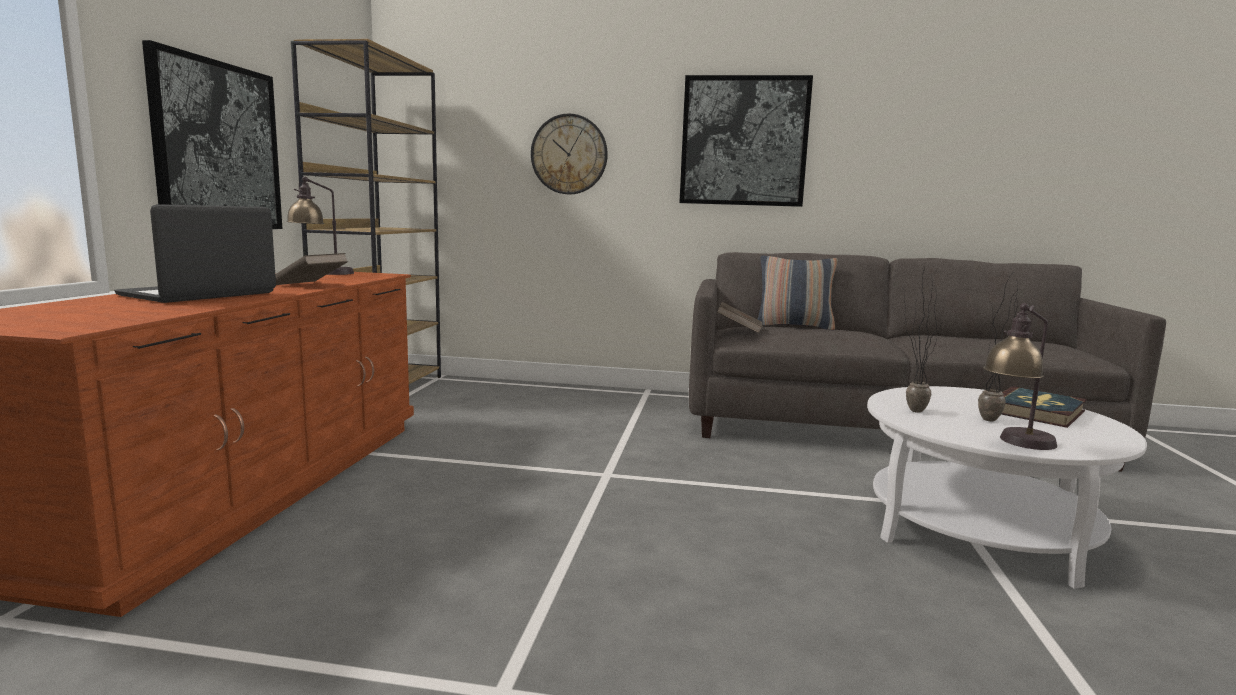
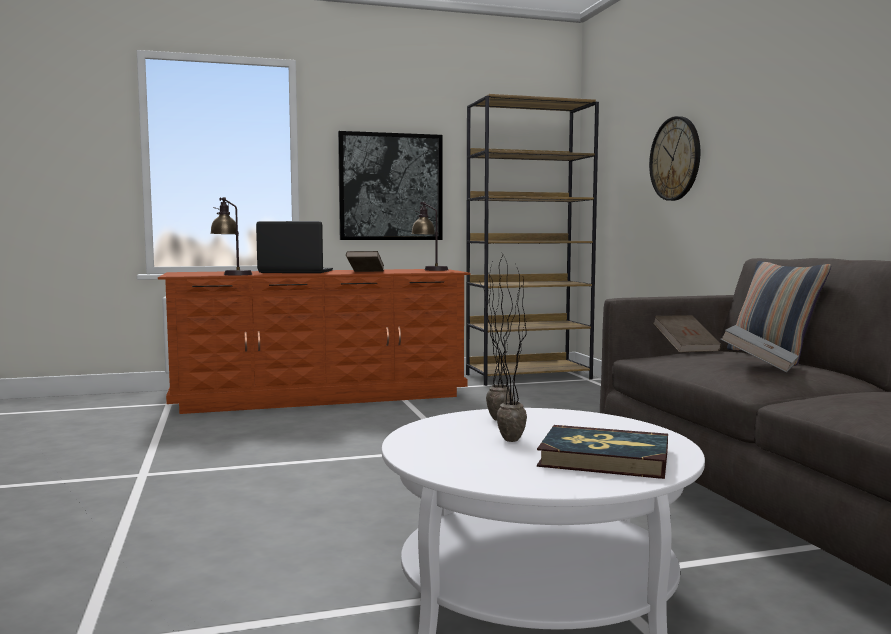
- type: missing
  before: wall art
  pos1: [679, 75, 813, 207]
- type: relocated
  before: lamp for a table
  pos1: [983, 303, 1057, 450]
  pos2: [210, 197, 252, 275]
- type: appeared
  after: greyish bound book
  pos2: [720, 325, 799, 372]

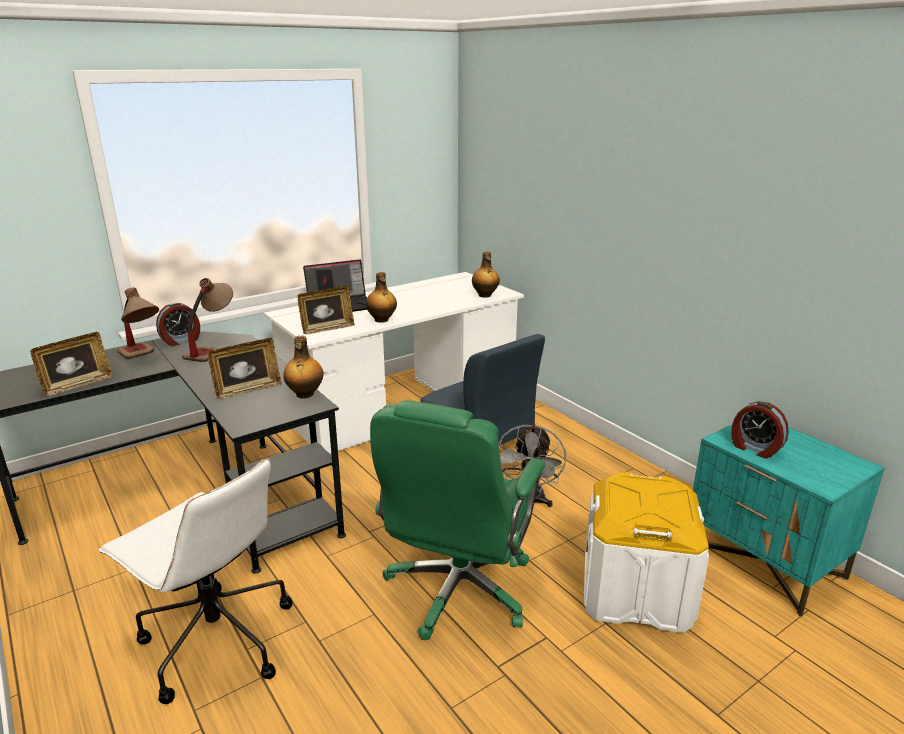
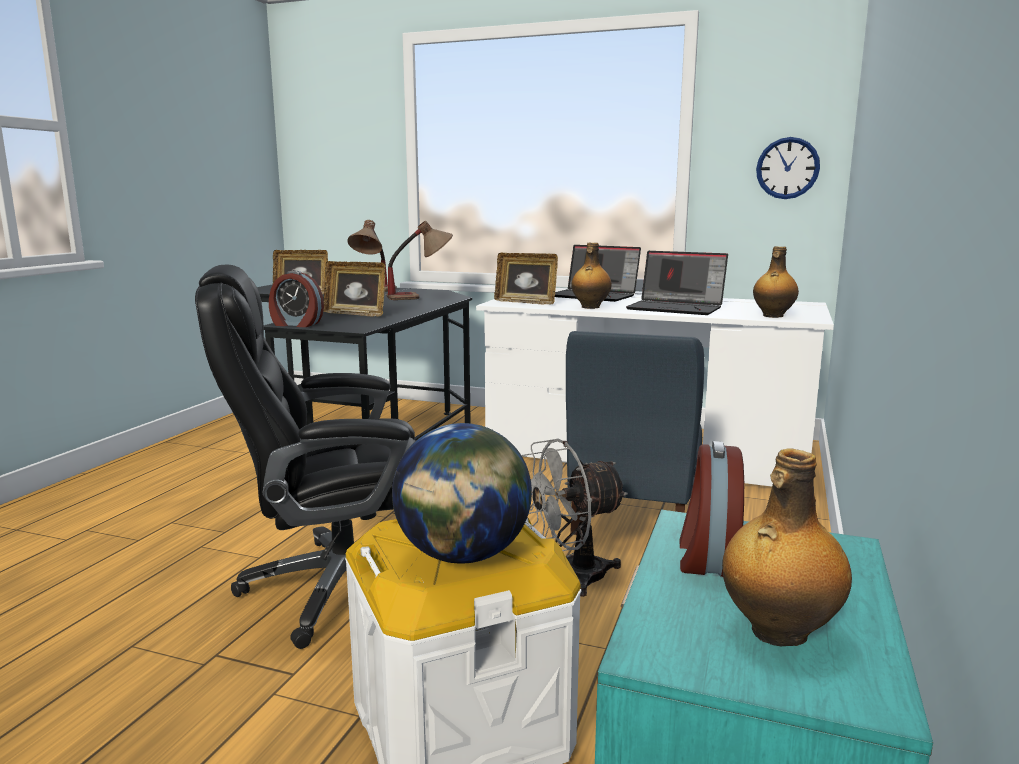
- type: missing
  before: white desk chair
  pos1: [99, 457, 293, 704]
- type: relocated
  before: table clock
  pos1: [156, 302, 200, 346]
  pos2: [269, 271, 324, 327]
- type: relocated
  before: drink bottle
  pos1: [283, 336, 323, 399]
  pos2: [722, 448, 852, 646]
- type: colour
  before: green-coloured desk chair
  after: black-coloured desk chair
  pos1: [370, 400, 545, 640]
  pos2: [195, 264, 416, 649]
- type: appeared
  after: world globe
  pos2: [392, 423, 532, 564]
- type: appeared
  after: notebook computer
  pos2: [626, 251, 728, 315]
- type: appeared
  after: hanging clock
  pos2: [756, 137, 820, 199]

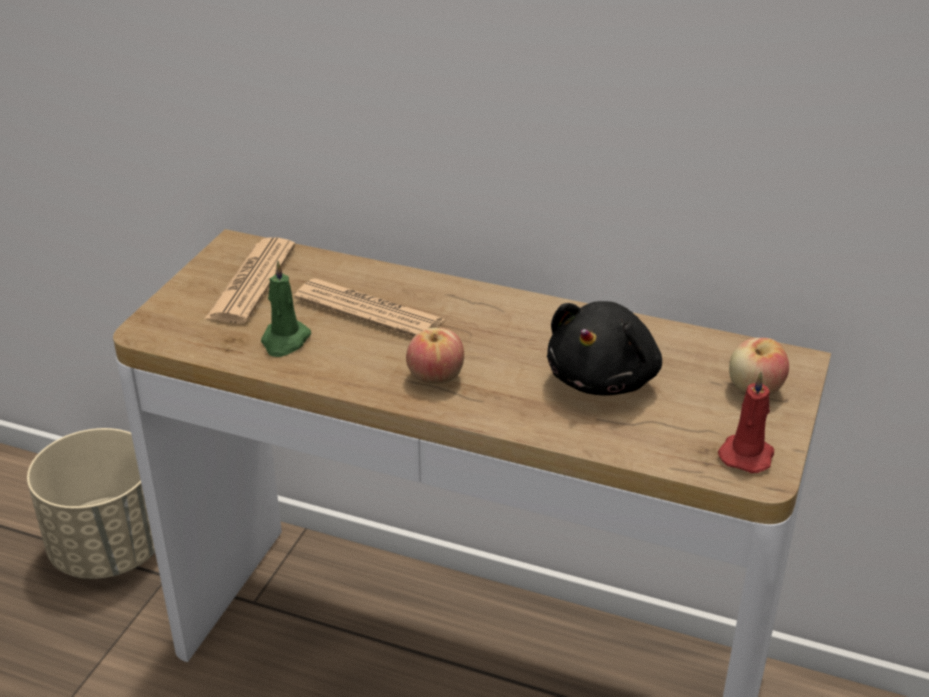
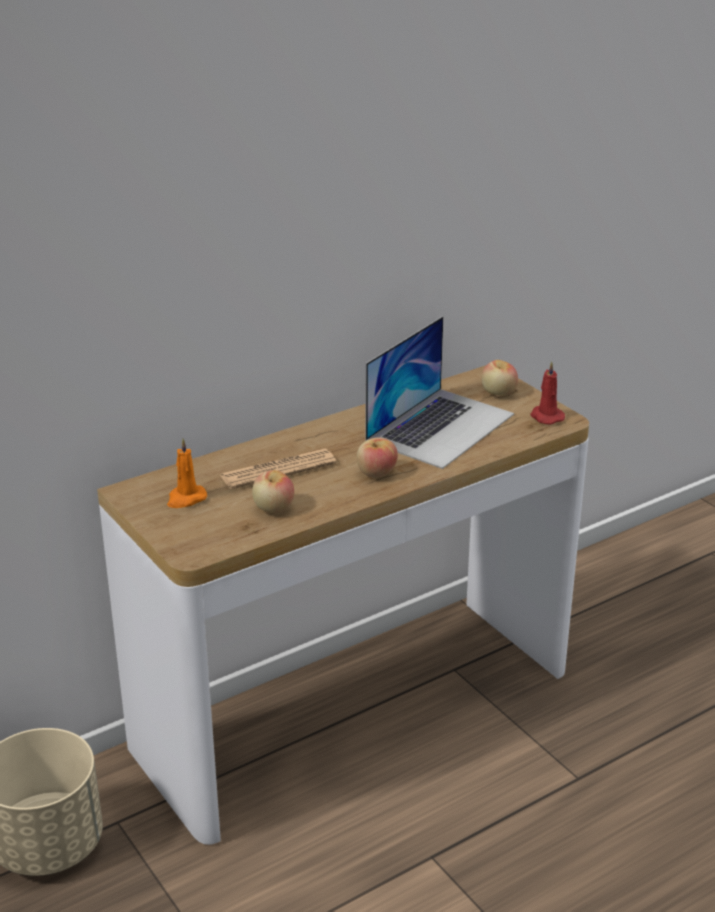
- type: exchanged
  before: printed paper
  after: orange-coloured wax candle
  pos1: [205, 237, 296, 324]
  pos2: [167, 438, 207, 508]
- type: exchanged
  before: green-coloured wax candle
  after: apple
  pos1: [261, 261, 311, 357]
  pos2: [252, 470, 294, 513]
- type: exchanged
  before: black-coloured cuddly toy
  after: notebook computer
  pos1: [547, 301, 662, 395]
  pos2: [365, 316, 514, 469]

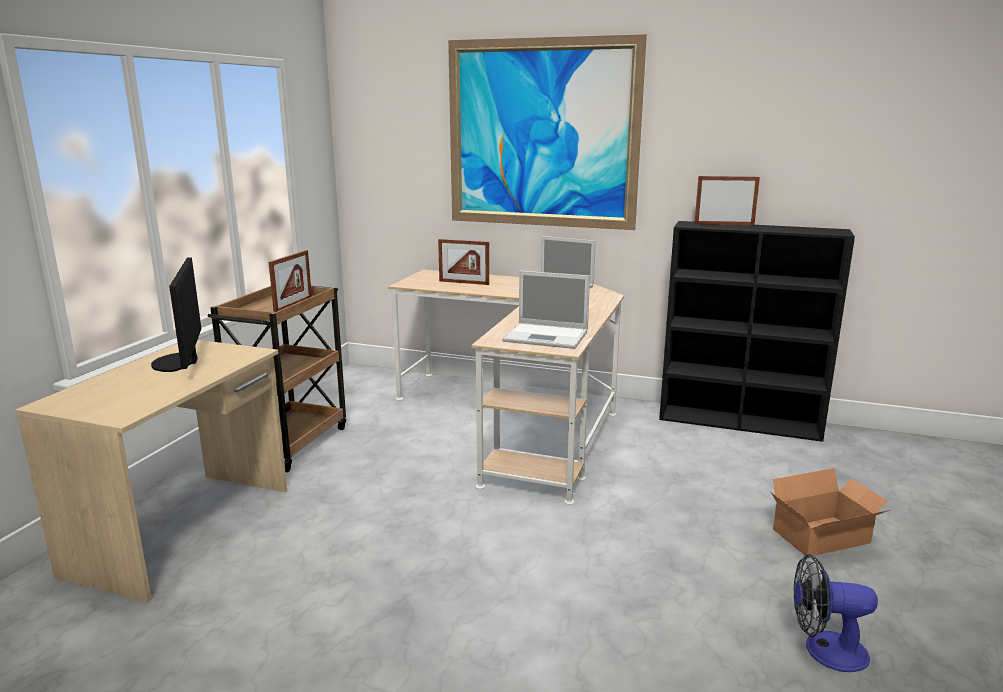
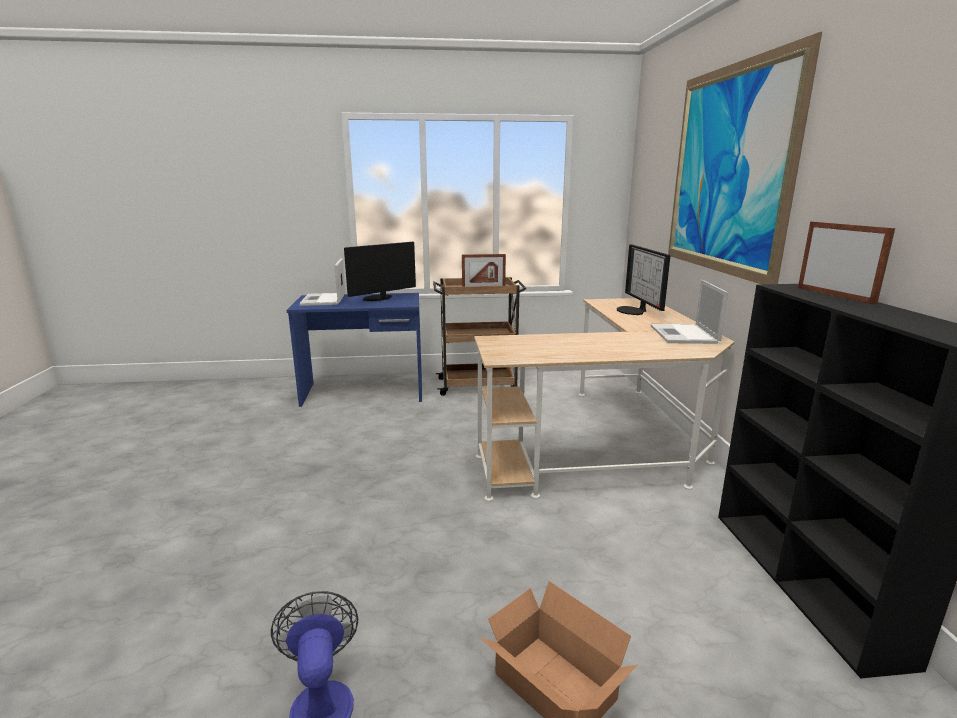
- type: colour
  before: beige-coloured desk table
  after: blue desk table
  pos1: [15, 340, 287, 603]
  pos2: [287, 293, 422, 407]
- type: exchanged
  before: photo frame
  after: monitor
  pos1: [438, 239, 489, 285]
  pos2: [617, 244, 670, 315]
- type: relocated
  before: notebook computer
  pos1: [502, 271, 590, 349]
  pos2: [299, 258, 345, 306]

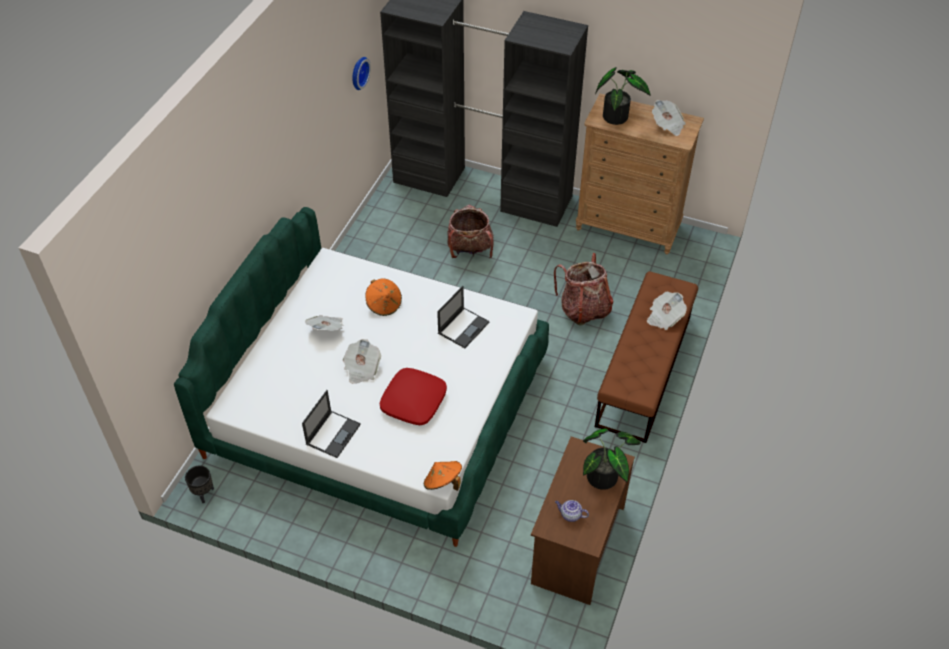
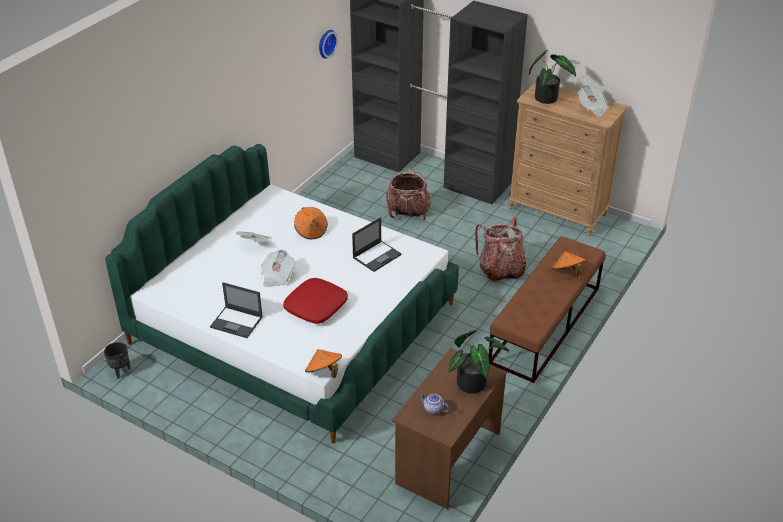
- type: spun
  before: notebook computer
  pos1: [302, 390, 361, 458]
  pos2: [210, 282, 263, 338]
  turn: 75
- type: exchanged
  before: printed paper
  after: orange-coloured clothing hat
  pos1: [647, 292, 687, 330]
  pos2: [551, 251, 585, 277]

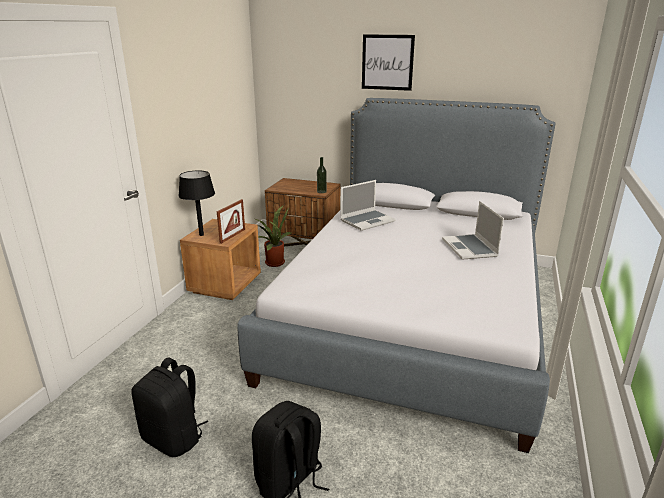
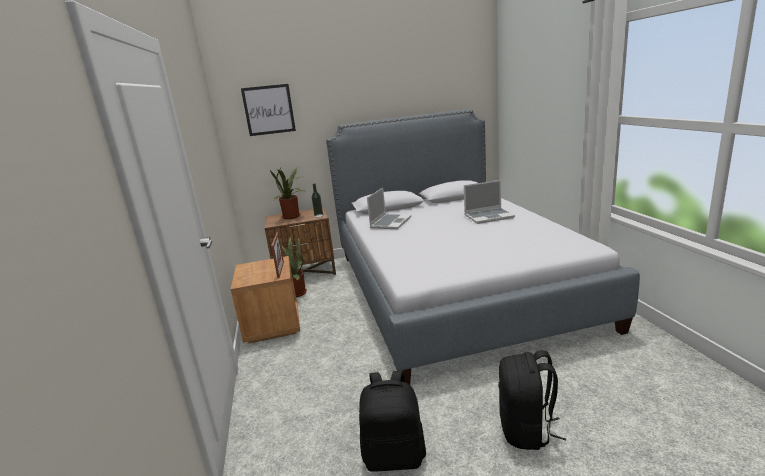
- type: missing
  before: black-coloured lamp for a table
  pos1: [178, 170, 215, 236]
- type: relocated
  before: wall art
  pos1: [362, 34, 415, 91]
  pos2: [241, 84, 296, 136]
- type: spun
  before: notebook computer
  pos1: [442, 201, 504, 260]
  pos2: [464, 180, 515, 224]
  turn: -60
- type: appeared
  after: potted plant
  pos2: [270, 168, 304, 219]

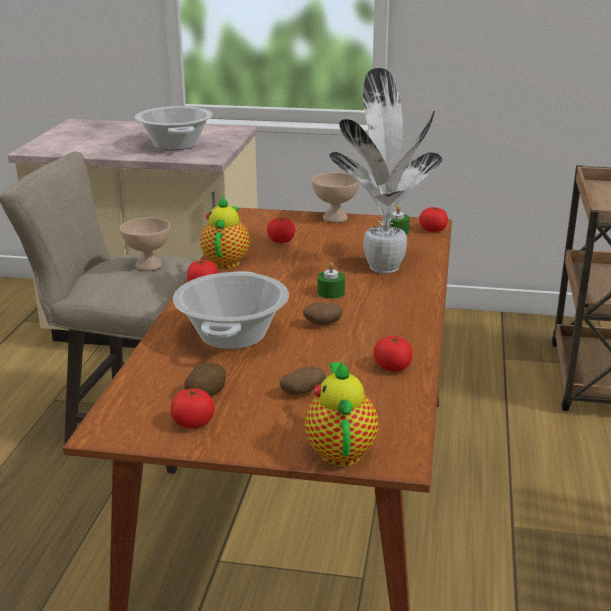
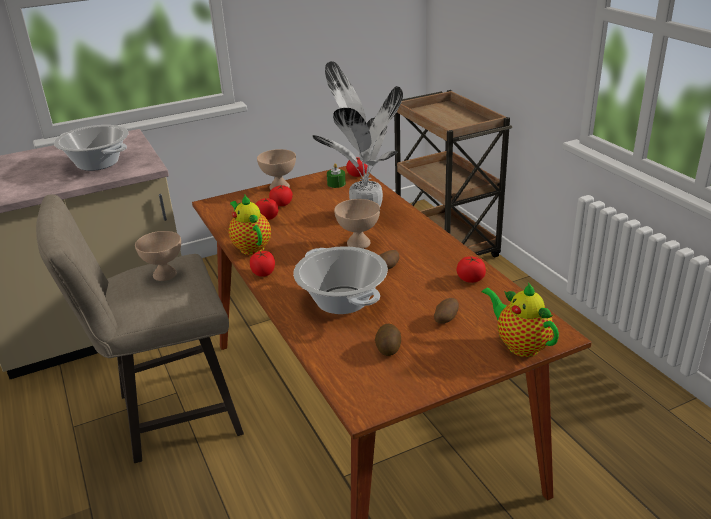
- type: relocated
  before: fresh tomato
  pos1: [170, 389, 215, 429]
  pos2: [269, 185, 293, 206]
- type: exchanged
  before: green-coloured wax candle
  after: beige-coloured bowl
  pos1: [317, 262, 345, 299]
  pos2: [334, 199, 380, 249]

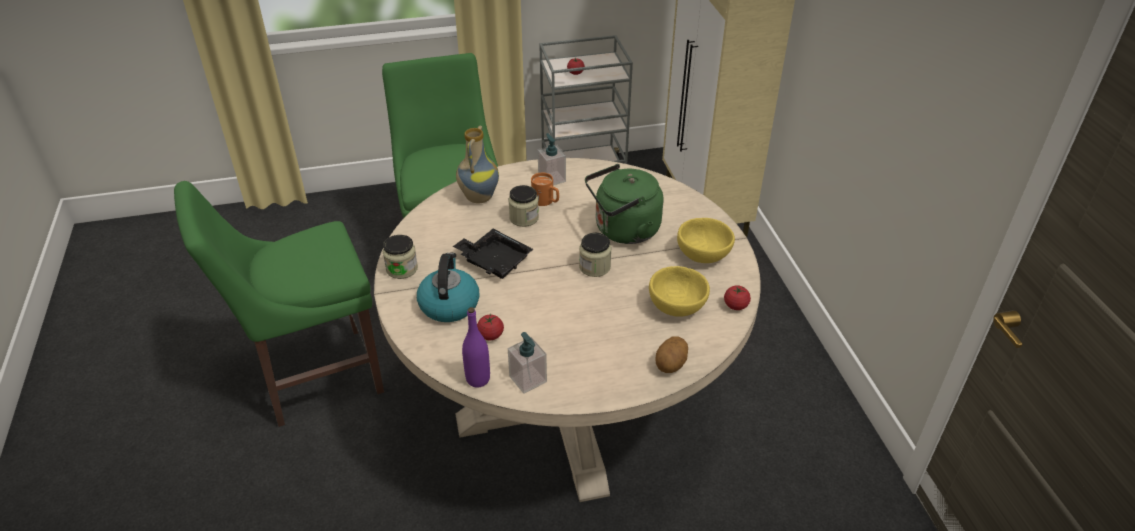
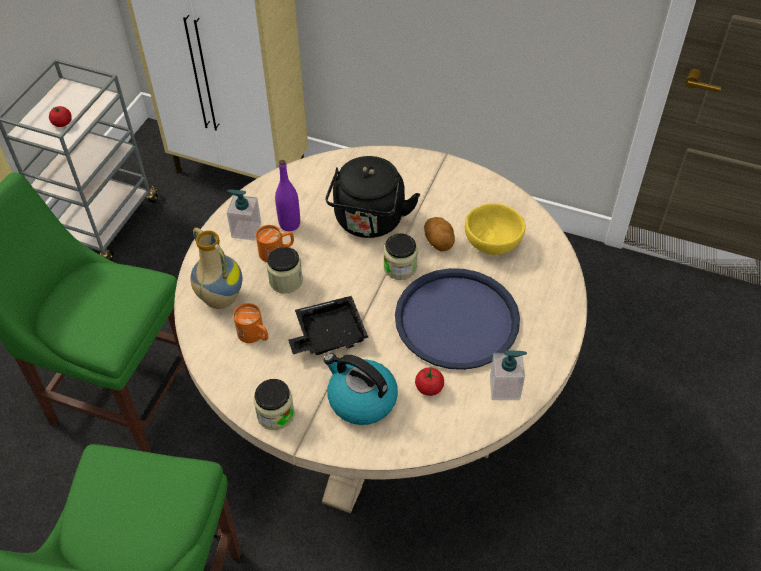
- type: relocated
  before: purple-coloured drink bottle
  pos1: [462, 307, 490, 387]
  pos2: [275, 160, 300, 231]
- type: colour
  before: green-coloured kettle
  after: black-coloured kettle
  pos1: [585, 164, 663, 244]
  pos2: [325, 156, 420, 238]
- type: relocated
  before: whole potato
  pos1: [656, 336, 688, 373]
  pos2: [424, 217, 455, 251]
- type: missing
  before: yellow-coloured bowl
  pos1: [677, 218, 735, 263]
- type: missing
  before: fresh tomato
  pos1: [724, 285, 751, 310]
- type: appeared
  after: orange-coloured coffee mug
  pos2: [233, 303, 268, 343]
- type: appeared
  after: blue carrying tray
  pos2: [395, 268, 520, 370]

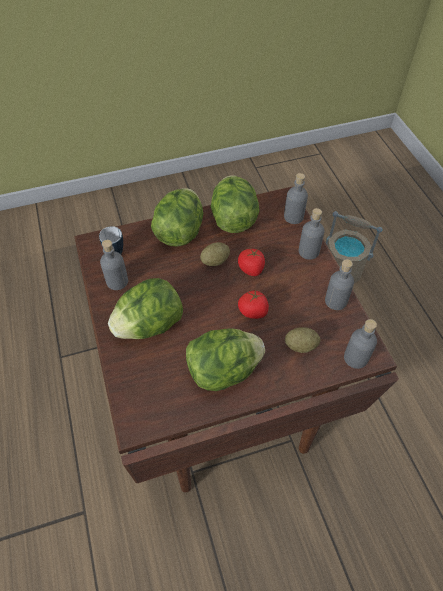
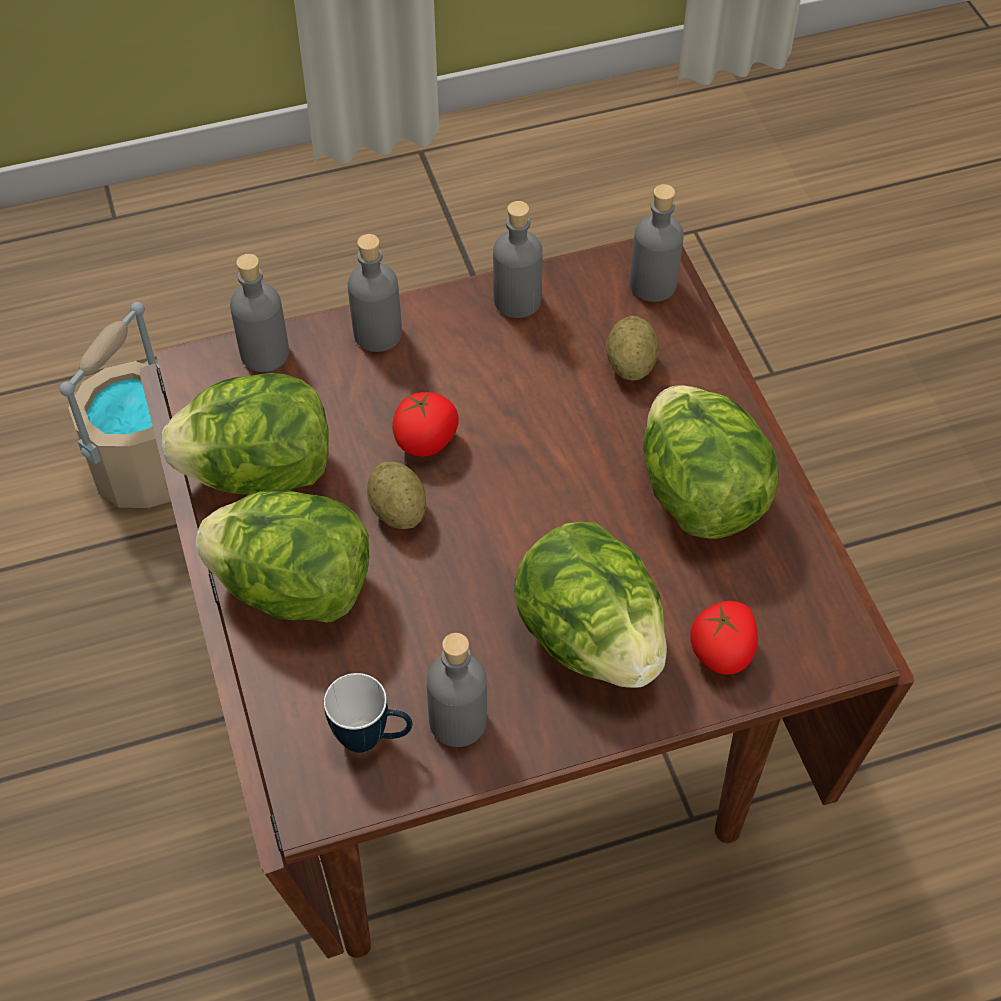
- type: relocated
  before: fresh tomato
  pos1: [238, 290, 269, 319]
  pos2: [690, 601, 758, 675]

